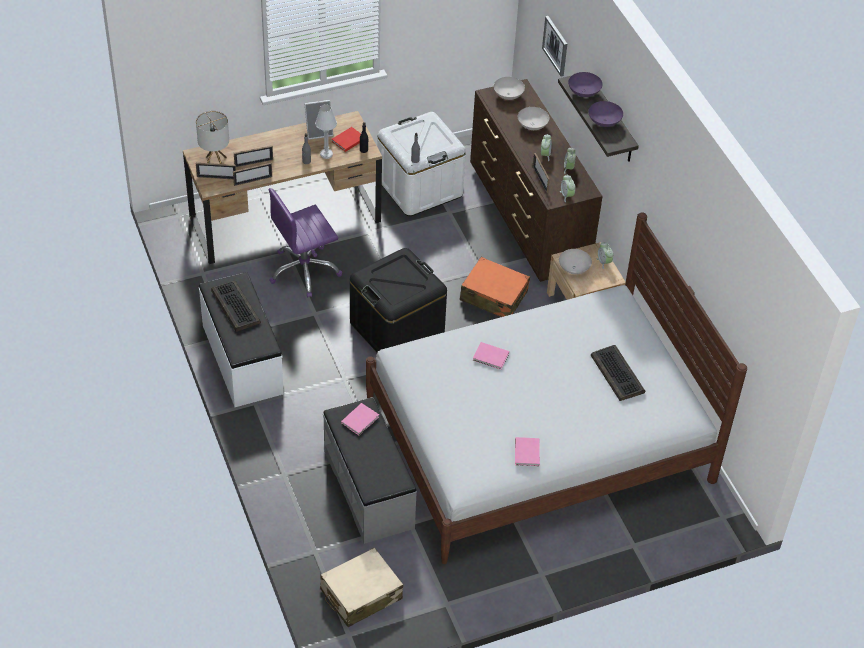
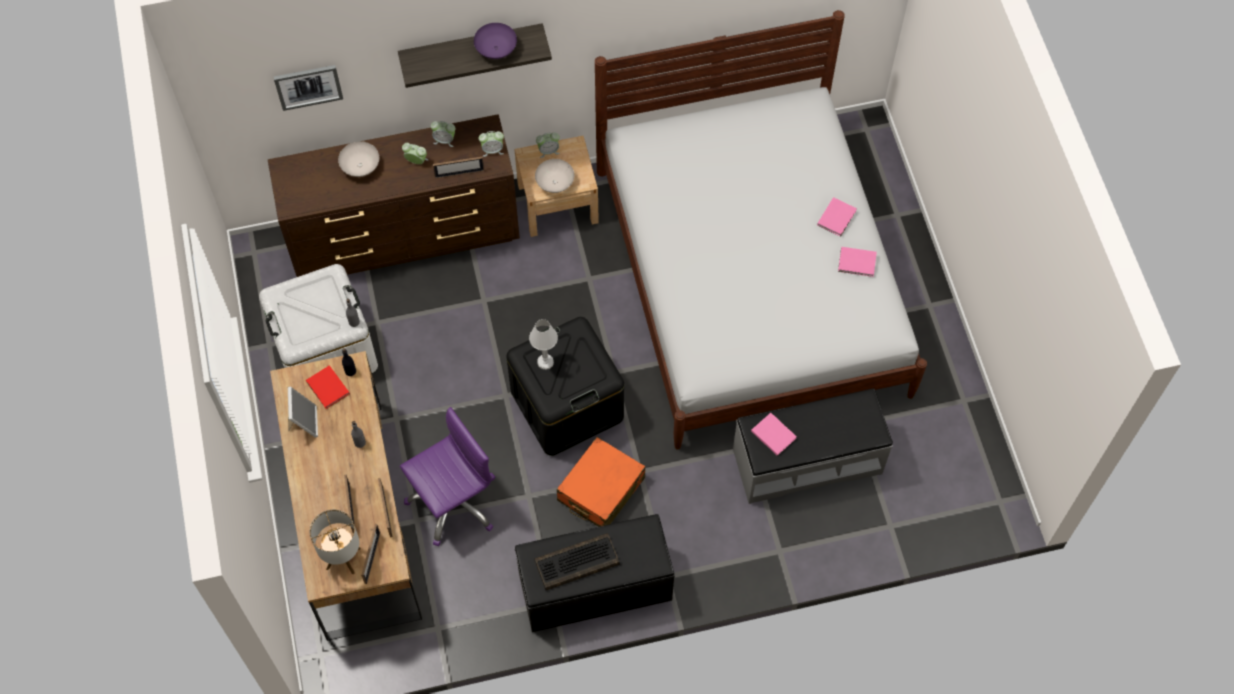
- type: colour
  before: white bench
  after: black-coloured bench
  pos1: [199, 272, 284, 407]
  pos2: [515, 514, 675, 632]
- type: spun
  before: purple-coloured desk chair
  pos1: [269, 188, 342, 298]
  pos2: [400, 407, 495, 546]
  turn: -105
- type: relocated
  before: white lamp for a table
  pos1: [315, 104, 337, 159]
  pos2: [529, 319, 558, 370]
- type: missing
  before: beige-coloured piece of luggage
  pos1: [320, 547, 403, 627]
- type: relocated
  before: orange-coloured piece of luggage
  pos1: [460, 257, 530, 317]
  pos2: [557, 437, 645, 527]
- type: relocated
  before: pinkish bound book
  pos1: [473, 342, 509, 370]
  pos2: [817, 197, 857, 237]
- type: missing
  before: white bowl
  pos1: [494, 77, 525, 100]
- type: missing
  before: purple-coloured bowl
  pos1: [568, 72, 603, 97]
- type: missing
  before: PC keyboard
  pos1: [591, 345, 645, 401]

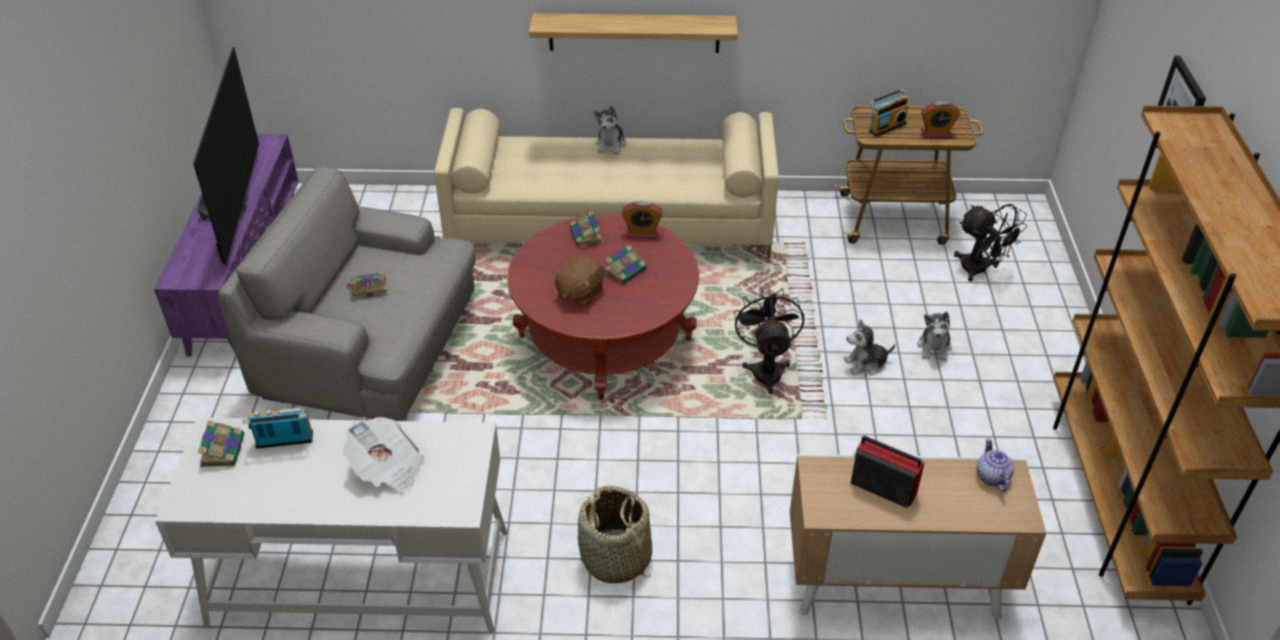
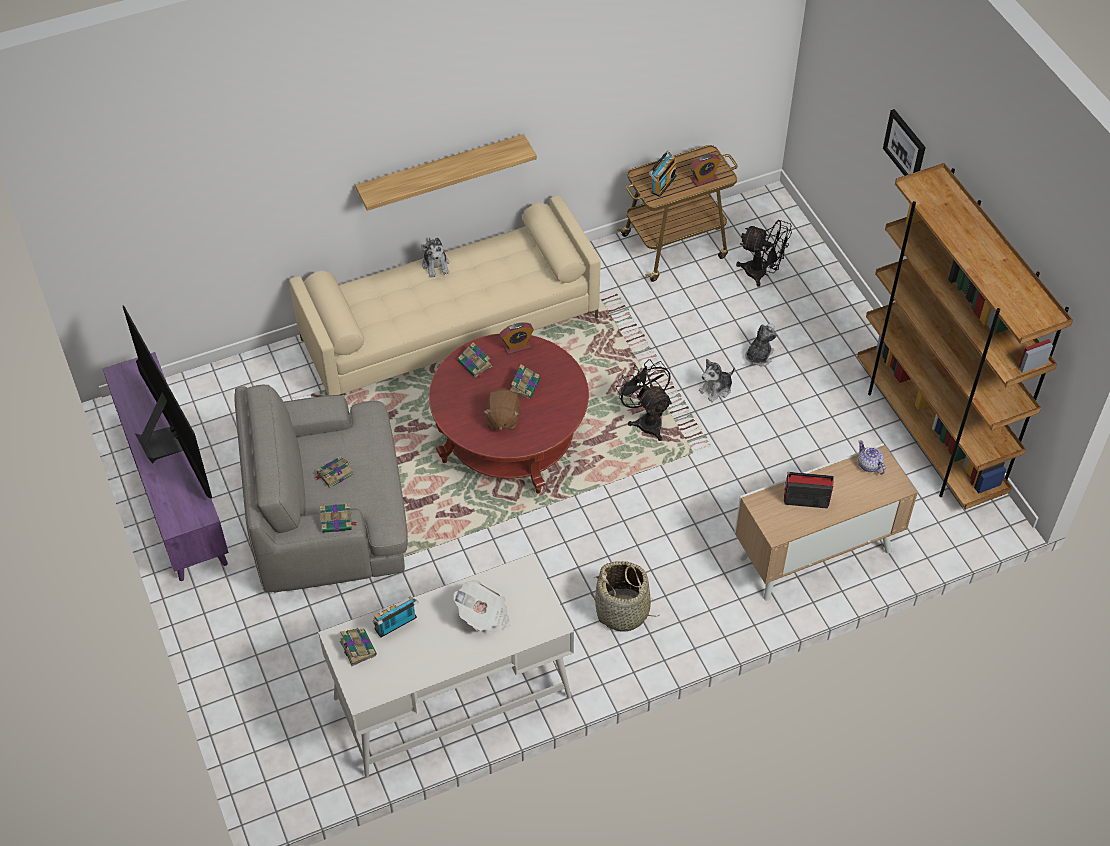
- type: spun
  before: cuddly toy
  pos1: [917, 312, 952, 361]
  pos2: [745, 324, 777, 366]
  turn: -135
- type: appeared
  after: bound book
  pos2: [320, 503, 357, 533]

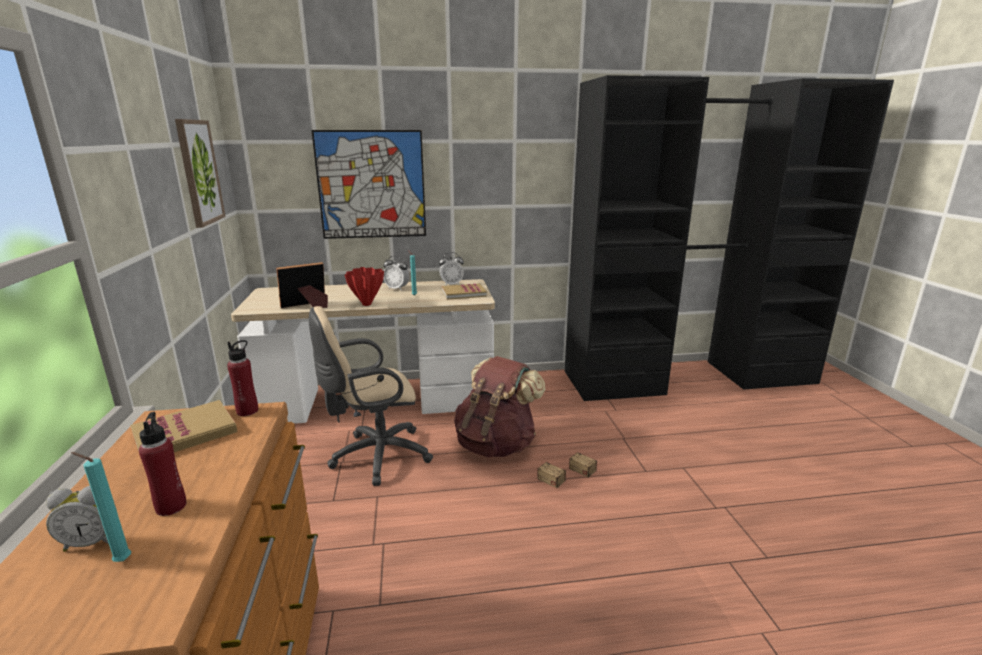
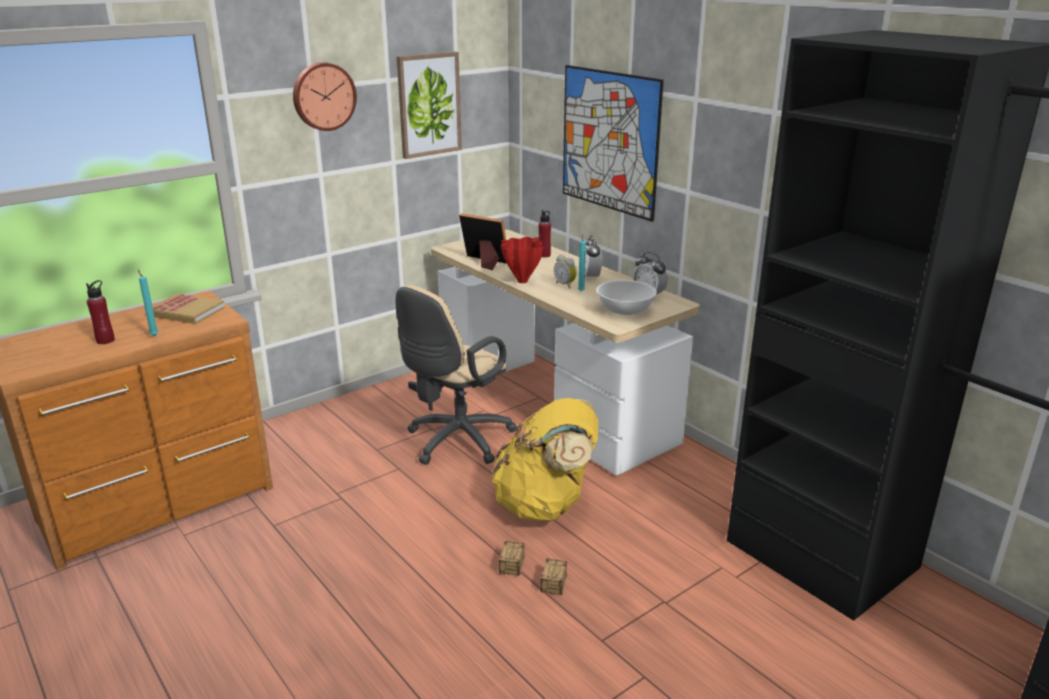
- type: relocated
  before: table clock
  pos1: [46, 486, 117, 552]
  pos2: [554, 255, 577, 288]
- type: relocated
  before: blue-green wax candle
  pos1: [71, 452, 131, 562]
  pos2: [138, 269, 159, 336]
- type: relocated
  before: red-coloured drink bottle
  pos1: [227, 340, 258, 416]
  pos2: [539, 210, 551, 257]
- type: spun
  before: beige-coloured desk chair
  pos1: [309, 306, 433, 486]
  pos2: [395, 285, 517, 465]
  turn: -90
- type: exchanged
  before: bound book
  after: white bowl
  pos1: [442, 283, 487, 300]
  pos2: [597, 280, 657, 315]
- type: colour
  before: brown-coloured backpack
  after: yellow-coloured backpack
  pos1: [454, 356, 545, 458]
  pos2: [491, 398, 598, 521]
- type: appeared
  after: hanging clock
  pos2: [293, 62, 357, 131]

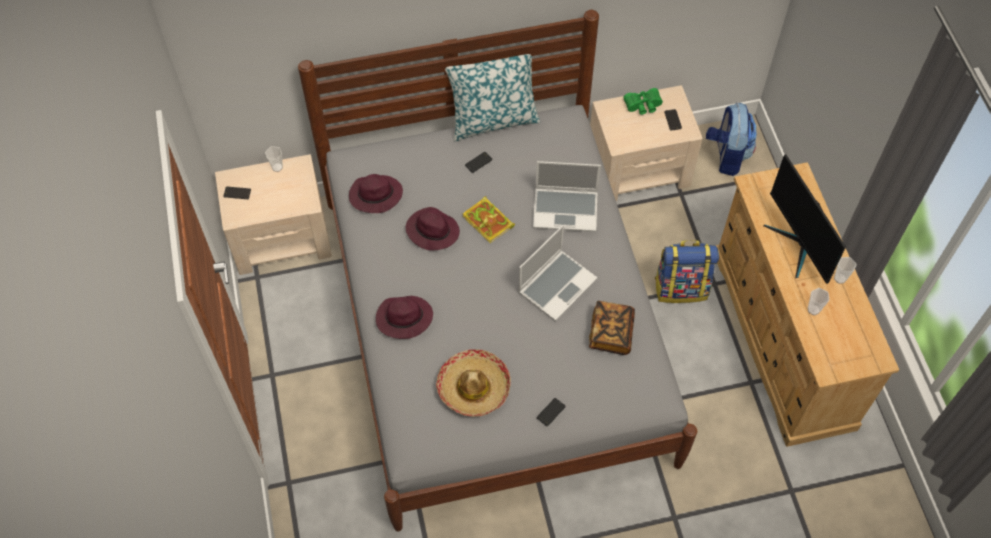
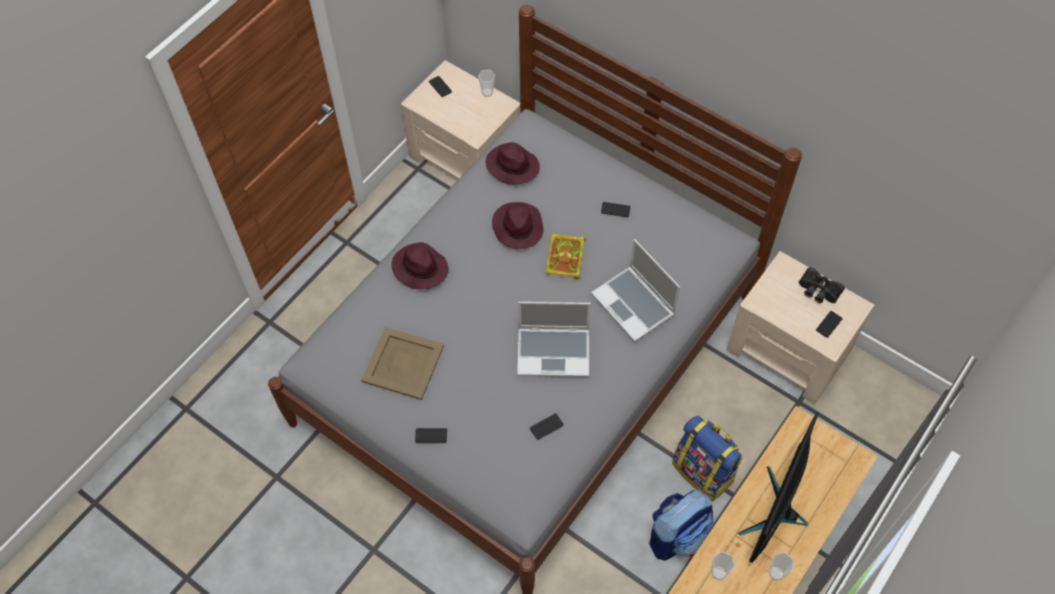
- type: exchanged
  before: clothing hat
  after: beige-coloured carrying tray
  pos1: [436, 349, 511, 417]
  pos2: [361, 327, 444, 400]
- type: missing
  before: pillow
  pos1: [445, 54, 540, 141]
- type: exchanged
  before: bound book
  after: phone
  pos1: [589, 301, 635, 355]
  pos2: [530, 413, 564, 440]
- type: colour
  before: green-coloured binoculars
  after: black-coloured binoculars
  pos1: [623, 88, 663, 115]
  pos2: [799, 267, 845, 303]
- type: relocated
  before: backpack
  pos1: [706, 103, 757, 176]
  pos2: [649, 490, 714, 560]

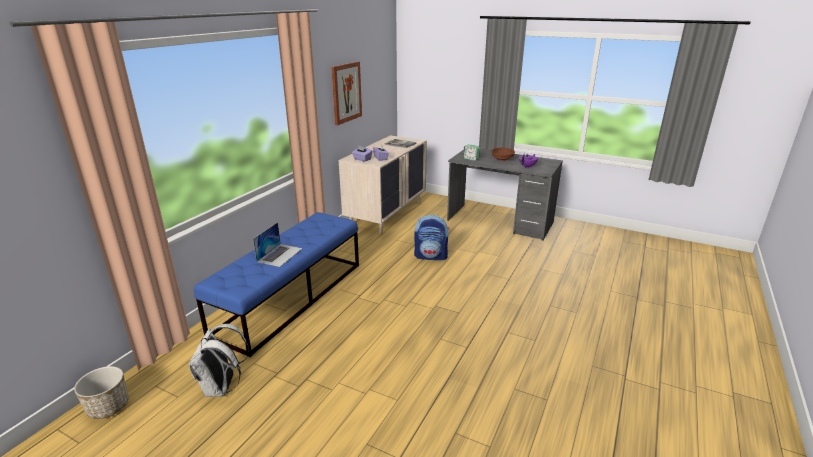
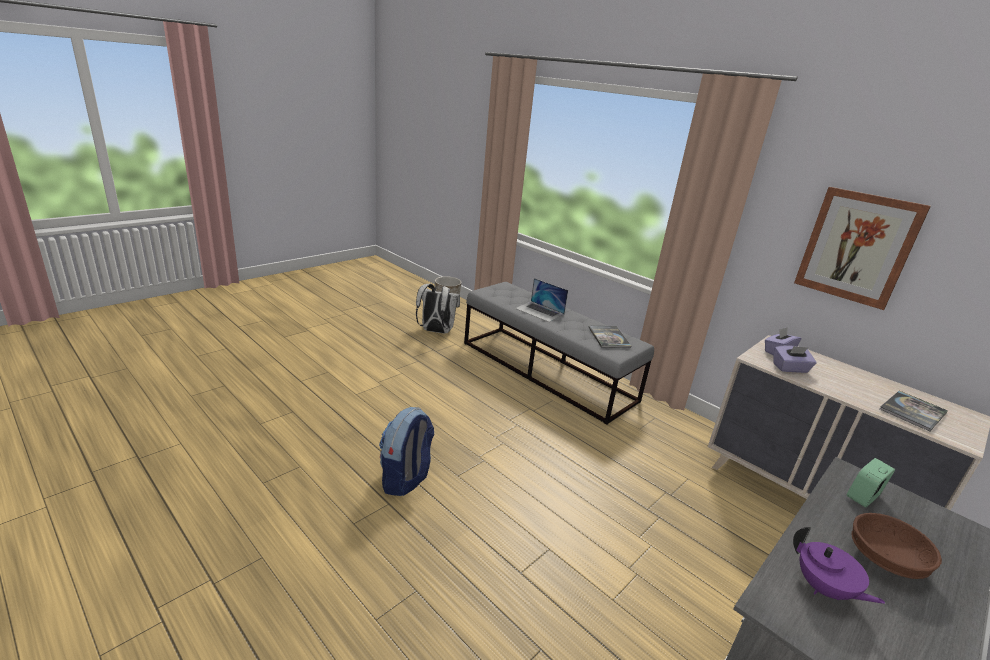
- type: colour
  before: blue bench
  after: greyish bench
  pos1: [194, 212, 359, 357]
  pos2: [464, 282, 654, 425]
- type: relocated
  before: backpack
  pos1: [414, 215, 450, 261]
  pos2: [379, 407, 434, 496]
- type: appeared
  after: bound book
  pos2: [588, 326, 631, 348]

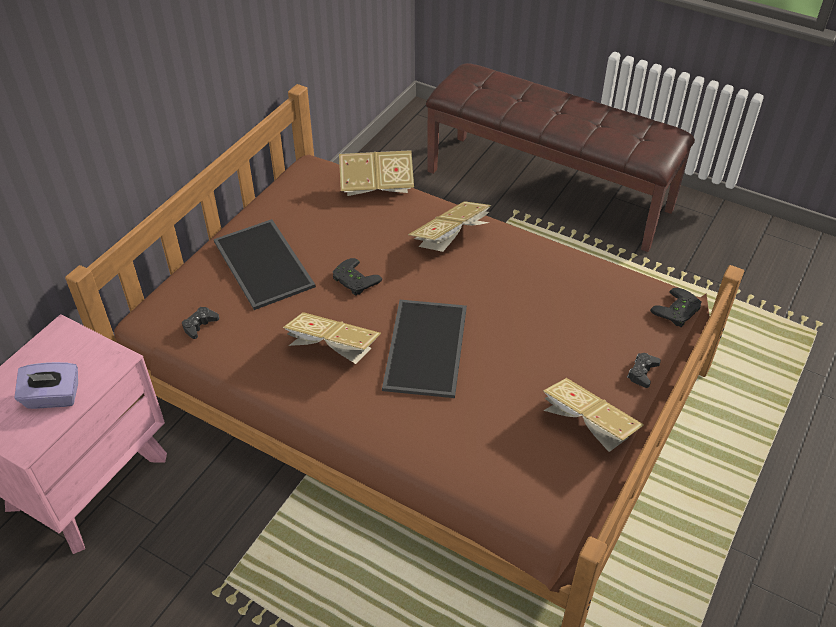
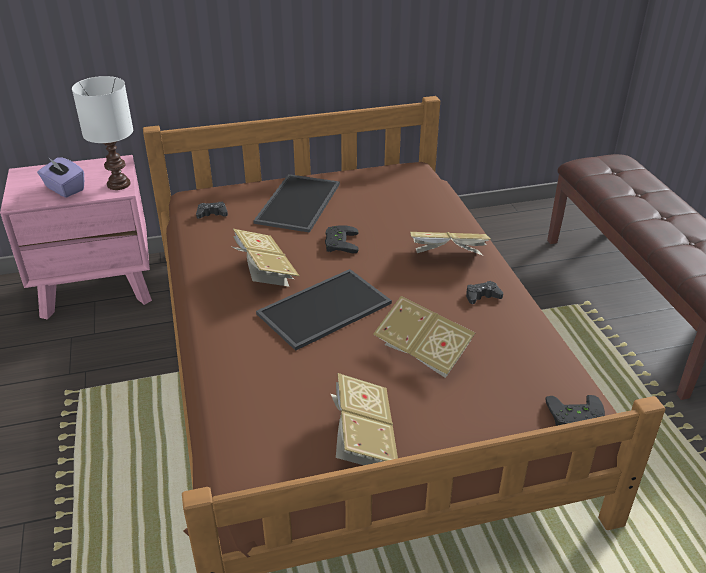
- type: relocated
  before: bound book
  pos1: [339, 150, 414, 196]
  pos2: [373, 296, 475, 378]
- type: relocated
  before: black-coloured game controller
  pos1: [627, 353, 661, 388]
  pos2: [466, 281, 503, 304]
- type: appeared
  after: white lamp for a table
  pos2: [72, 76, 133, 190]

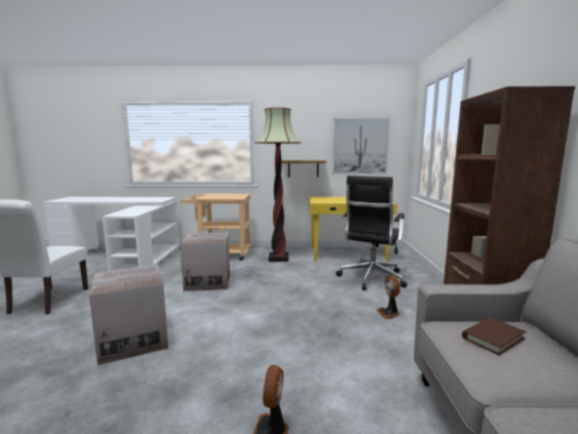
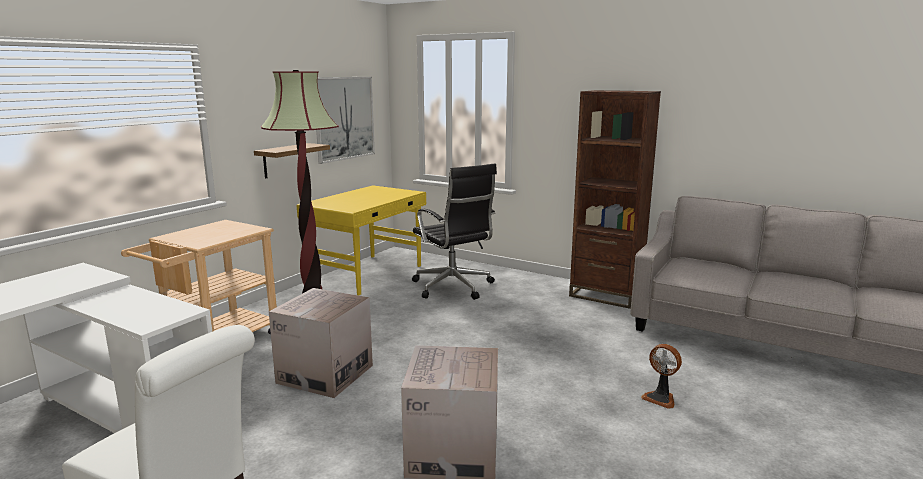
- type: missing
  before: electric fan
  pos1: [377, 275, 400, 319]
- type: missing
  before: brown-coloured bound book
  pos1: [462, 317, 526, 355]

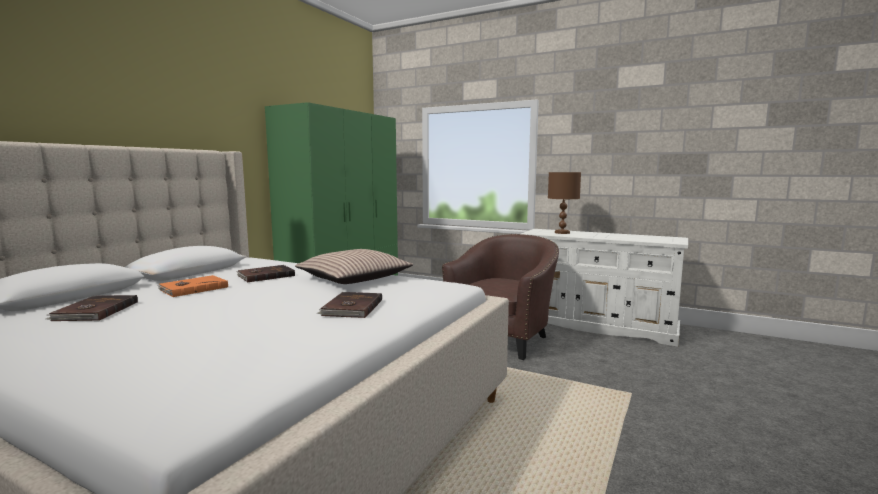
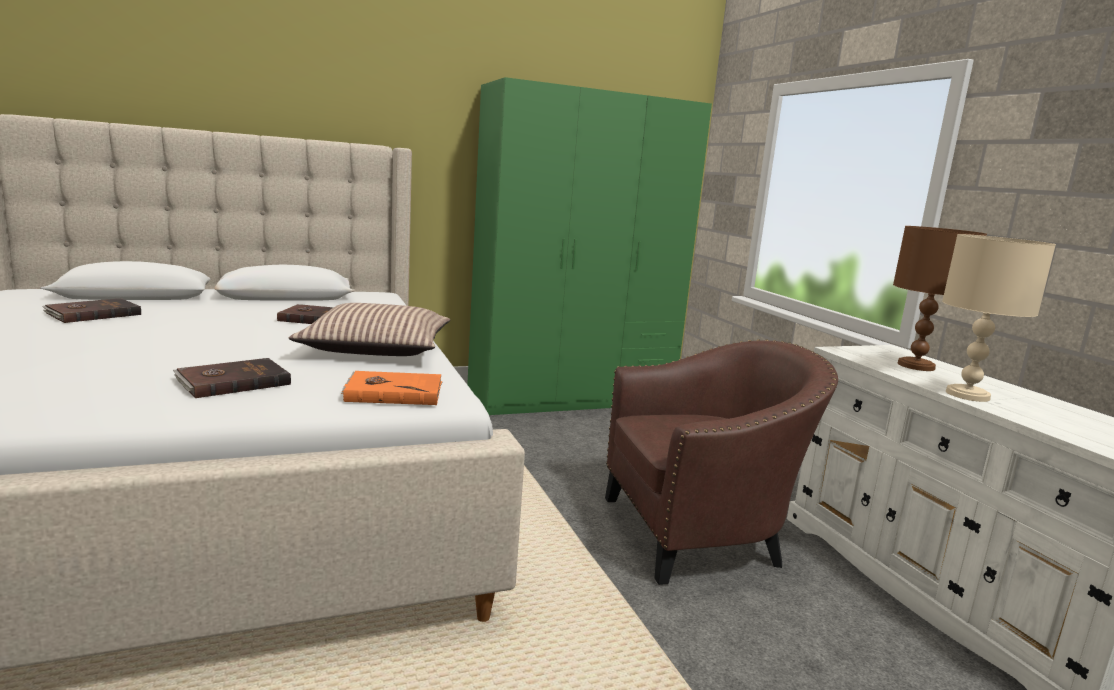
- type: relocated
  before: orange-coloured bound book
  pos1: [158, 275, 228, 297]
  pos2: [341, 371, 443, 405]
- type: appeared
  after: beige-coloured lamp for a table
  pos2: [942, 234, 1056, 402]

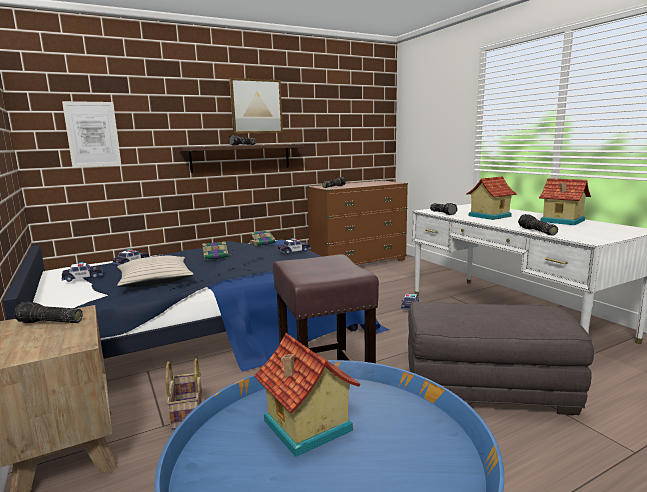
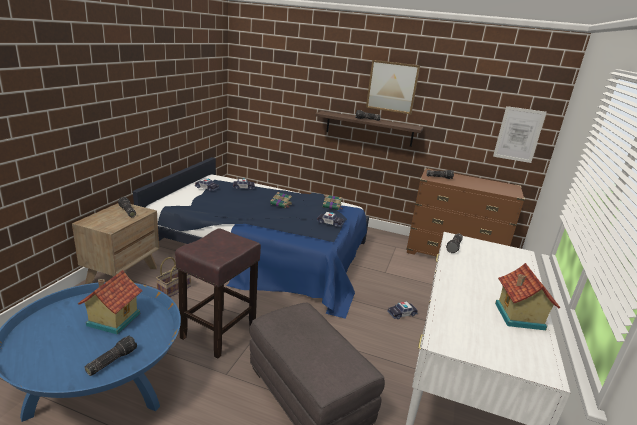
- type: relocated
  before: wall art
  pos1: [62, 101, 121, 167]
  pos2: [493, 106, 546, 163]
- type: missing
  before: beige-coloured pillow
  pos1: [117, 256, 194, 287]
- type: missing
  before: model house
  pos1: [466, 176, 517, 220]
- type: relocated
  before: hand torch
  pos1: [518, 214, 558, 236]
  pos2: [84, 335, 137, 376]

